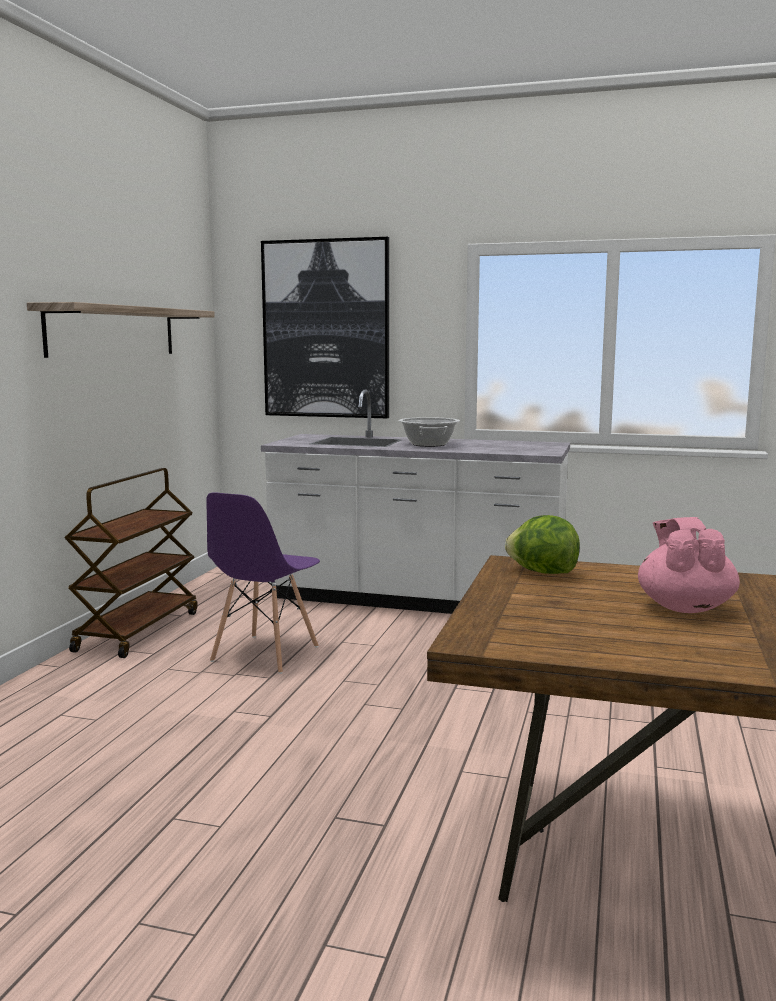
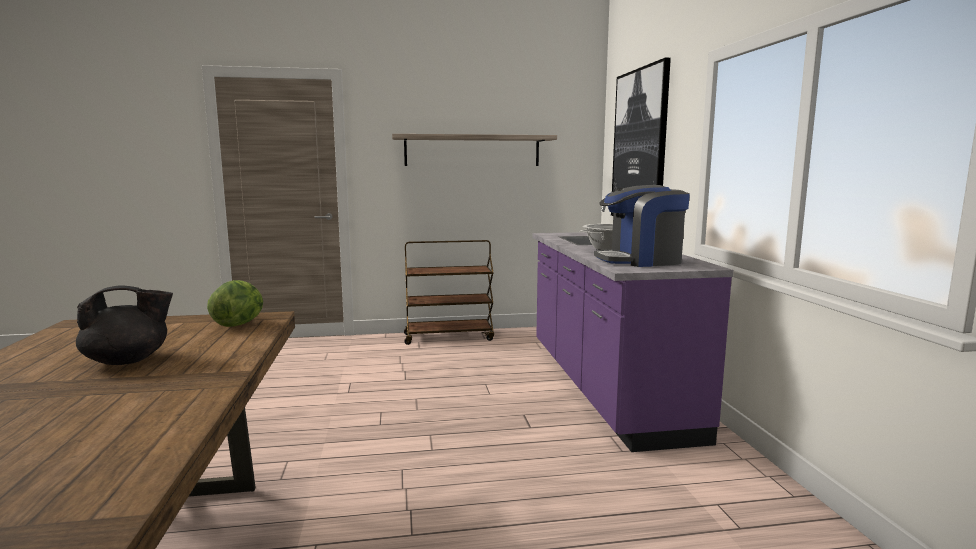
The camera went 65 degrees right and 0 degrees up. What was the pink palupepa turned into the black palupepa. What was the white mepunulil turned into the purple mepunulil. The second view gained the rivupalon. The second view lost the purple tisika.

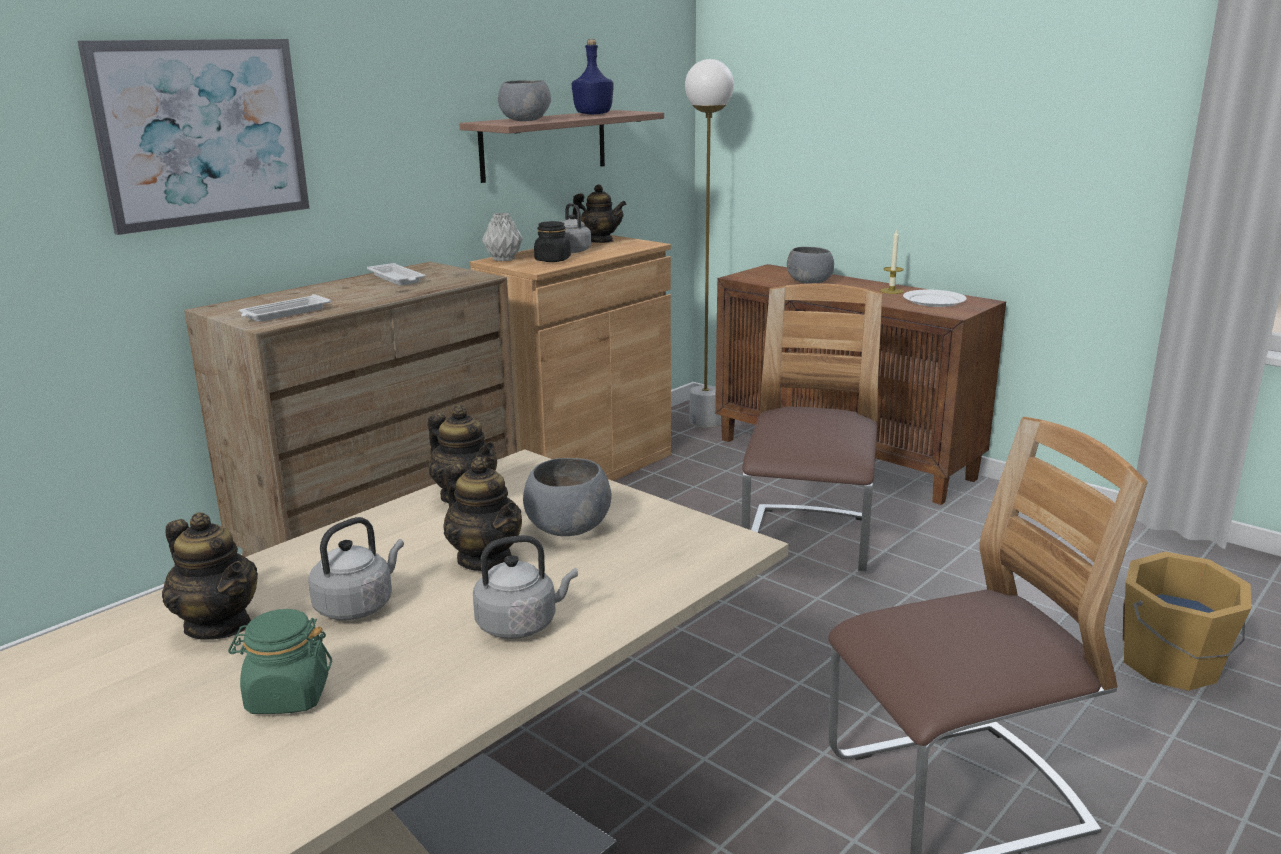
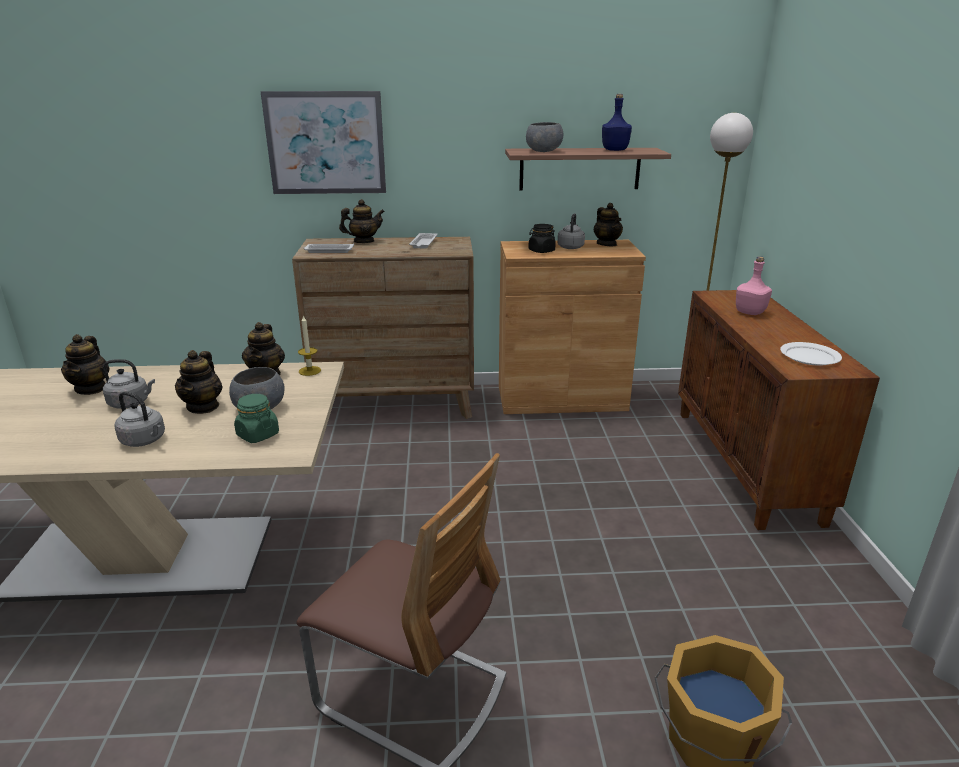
The camera went 45 degrees right and 5 degrees up. The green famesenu ended up elsewhere. The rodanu ended up elsewhere. The second view gained the palupepa (no. 4 from left). Where the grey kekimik (no. 3 from left) stood, the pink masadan came to stand. The second view lost the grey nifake. The second view lost the tisika (no. 1 from left).

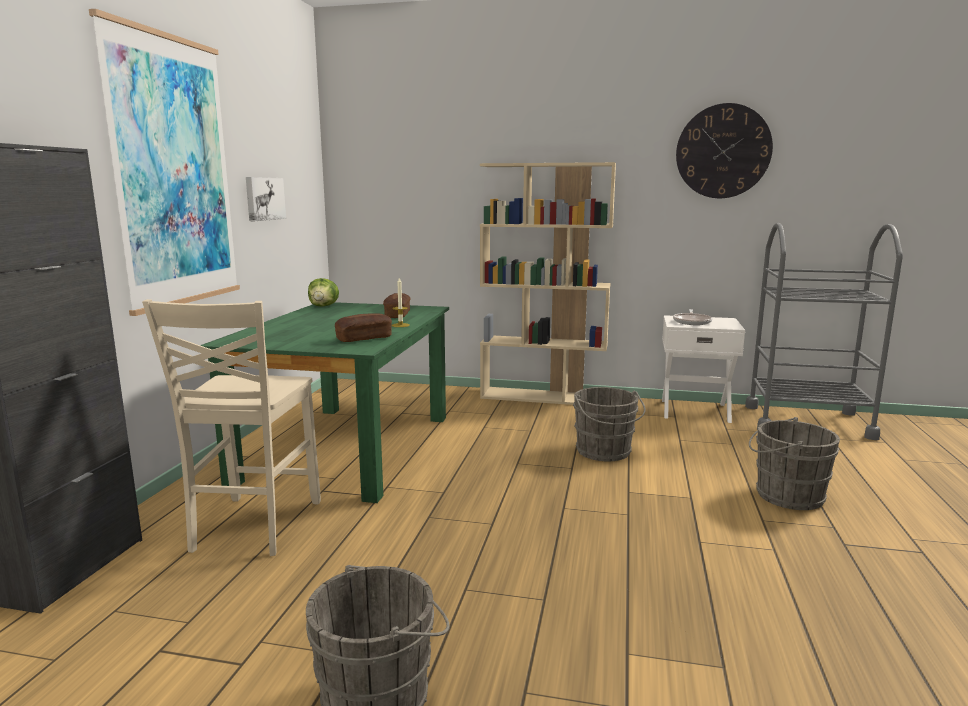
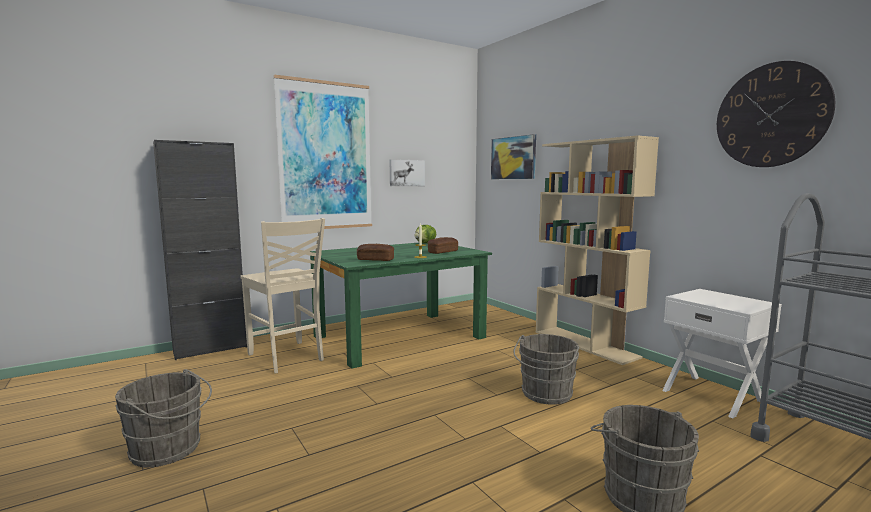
The camera went 45 degrees right and 5 degrees down. The beige tisika ended up facing another way, 90 degrees counterclockwise from before. The second view gained the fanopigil (no. 3 from left). The second view lost the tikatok.

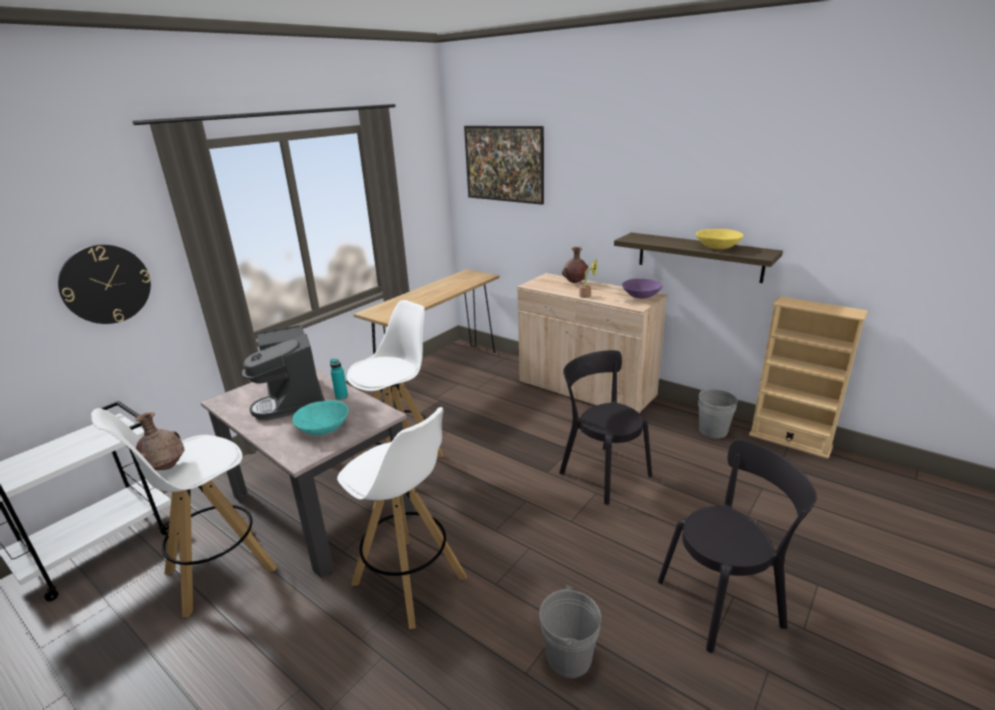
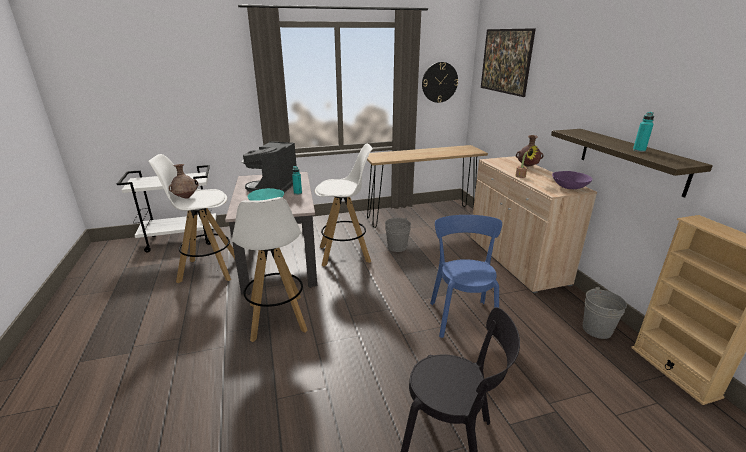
The camera went 35 degrees right and 0 degrees up. The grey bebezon (no. 1 from left) ended up elsewhere. The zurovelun ended up elsewhere. What was the black tisika (no. 1 from left) turned into the blue tisika. Where the yellow kekimik stood, the turquoise masadan (no. 2 from left) came to stand.

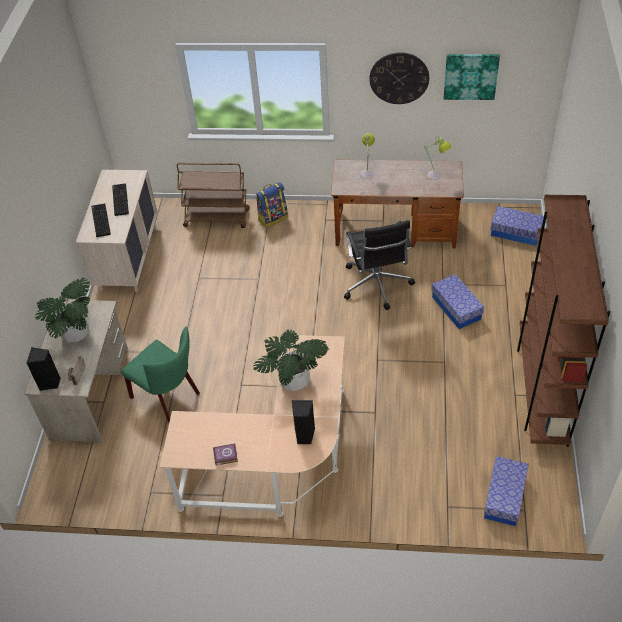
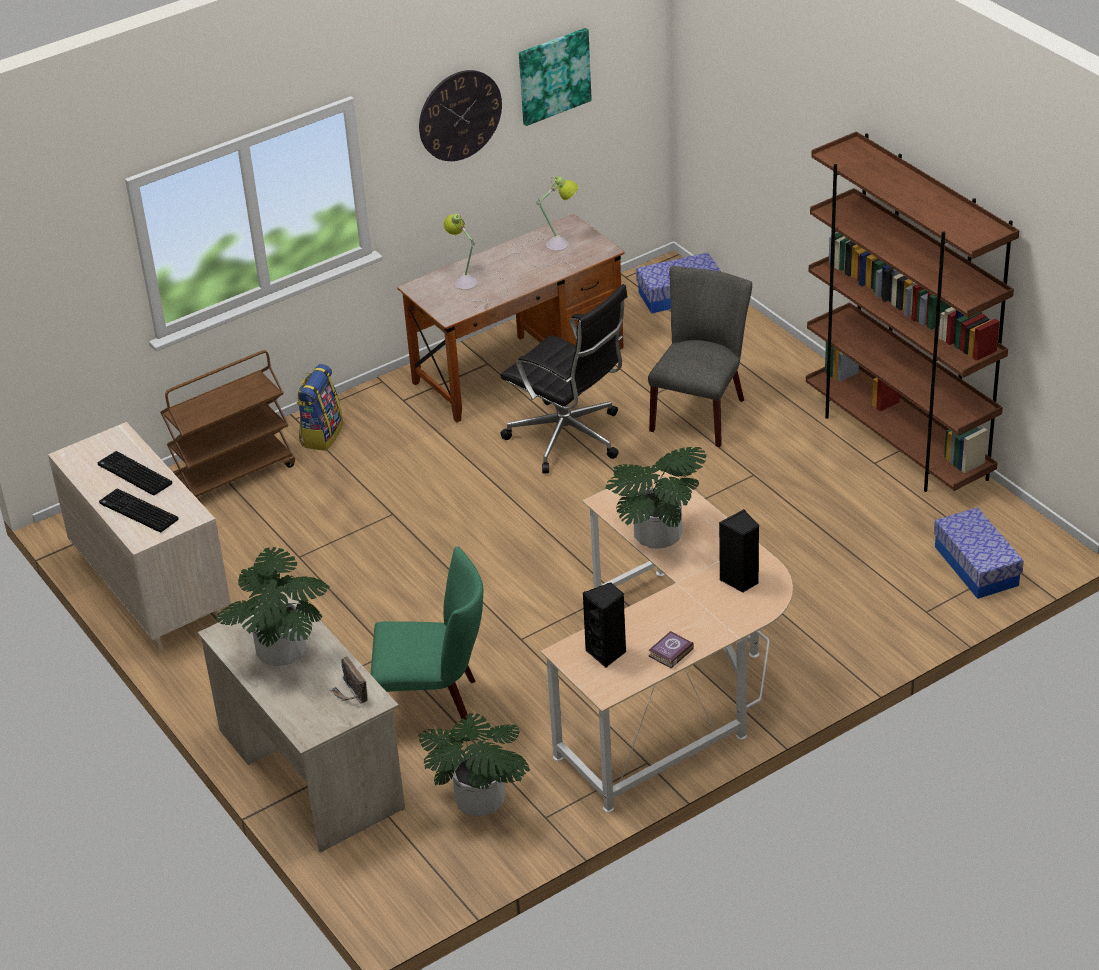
The camera went 40 degrees left and 10 degrees down. The second view gained the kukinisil (no. 2 from left). The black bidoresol (no. 1 from left) ended up elsewhere. Where the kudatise (no. 1 from left) stood, the grey tisika came to stand.

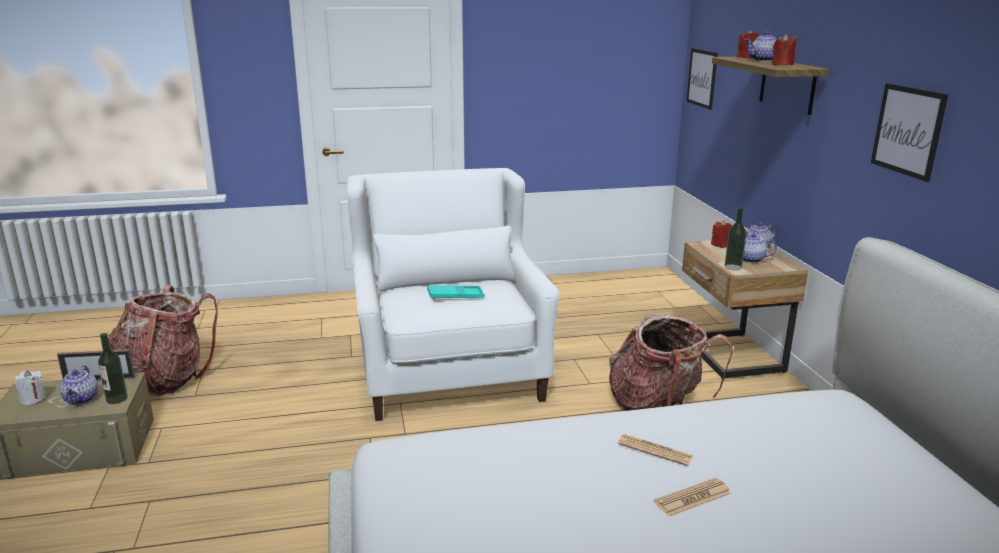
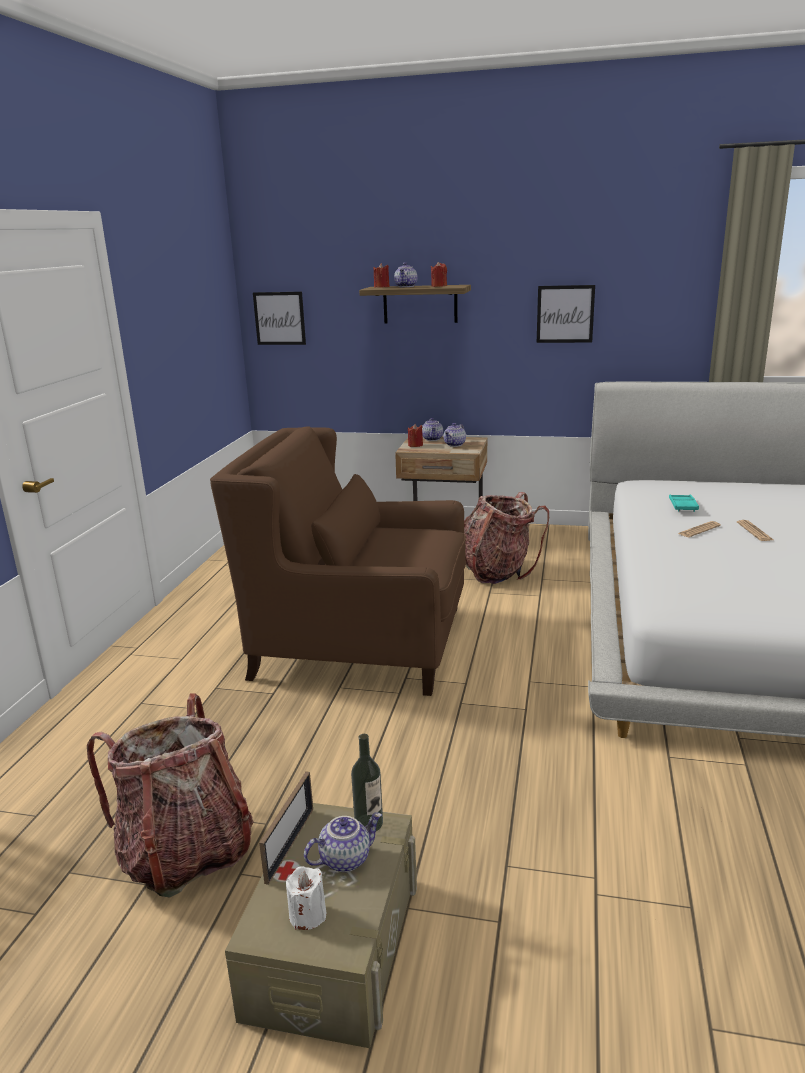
The camera went 65 degrees left and 0 degrees up. What was the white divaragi turned into the brown divaragi. The palupepa (no. 1 from left) ended up facing another way, 45 degrees counterclockwise from before. The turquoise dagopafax ended up elsewhere. The second view lost the masadan (no. 2 from left).

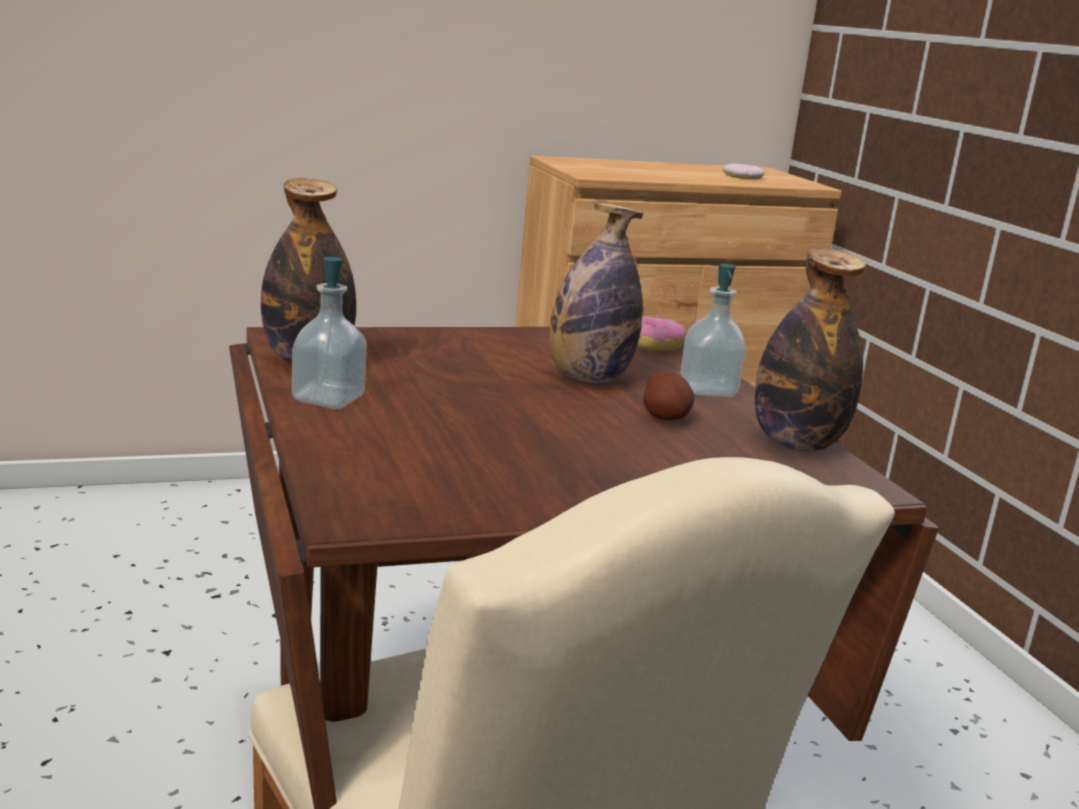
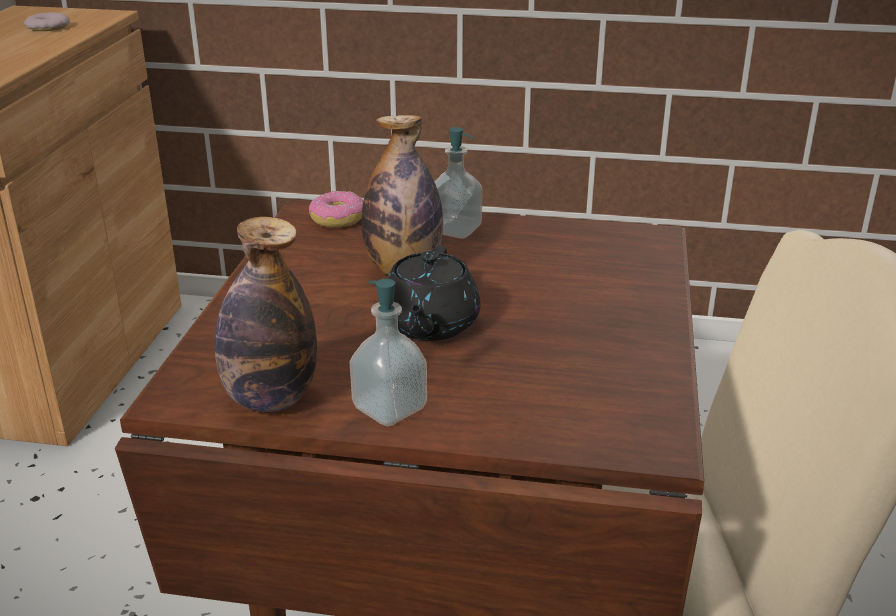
The camera went 60 degrees left and 10 degrees up. The second view gained the black palupepa. The second view lost the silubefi. The second view lost the masadan (no. 3 from left).

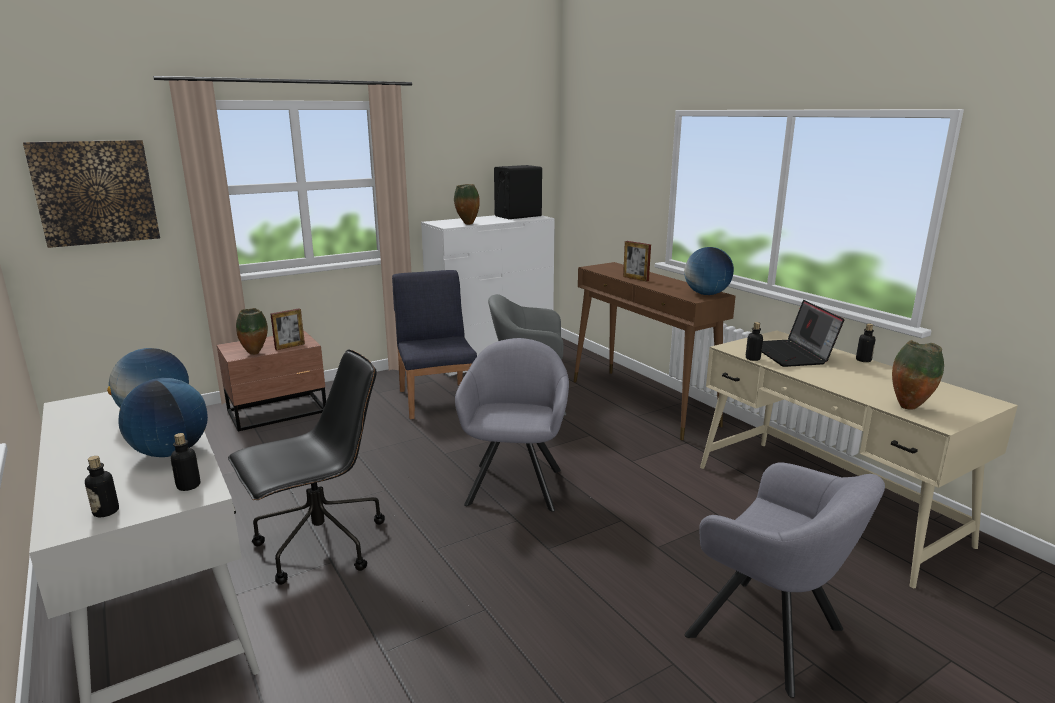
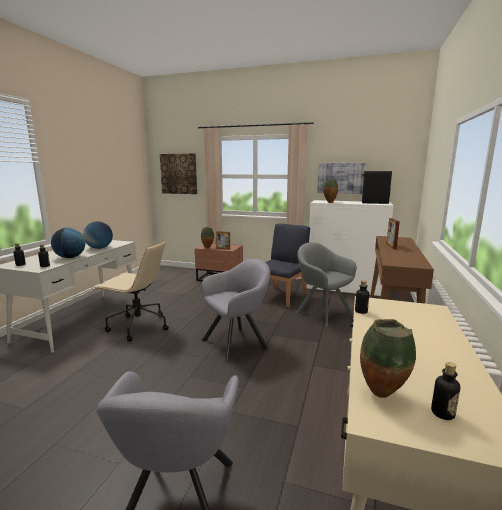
The camera went 50 degrees right and 5 degrees down. What was the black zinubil turned into the beige zinubil. The second view gained the fanopigil (no. 2 from left). The masadan (no. 4 from left) ended up elsewhere. The second view lost the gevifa (no. 3 from left). The second view lost the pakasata.

